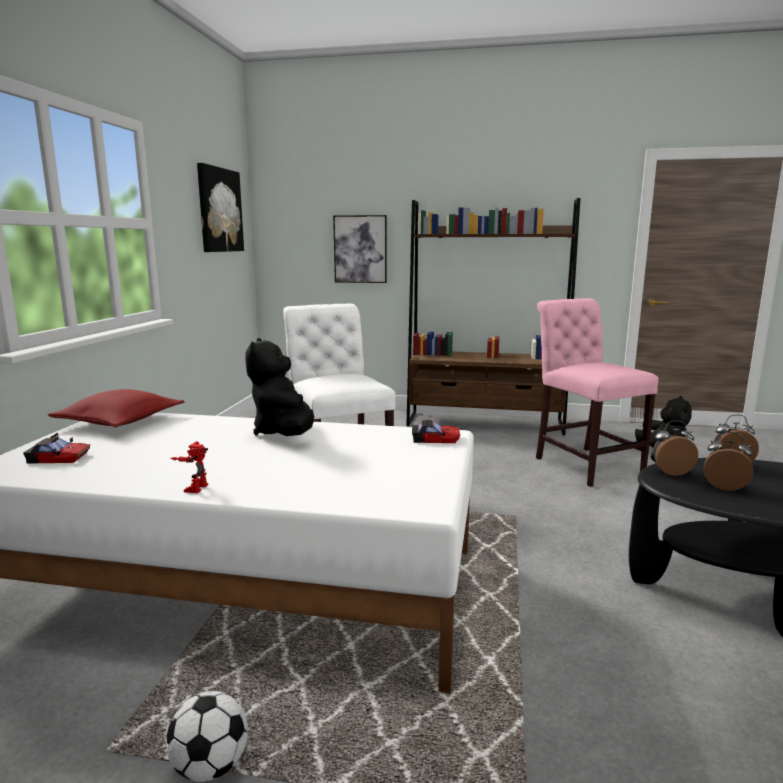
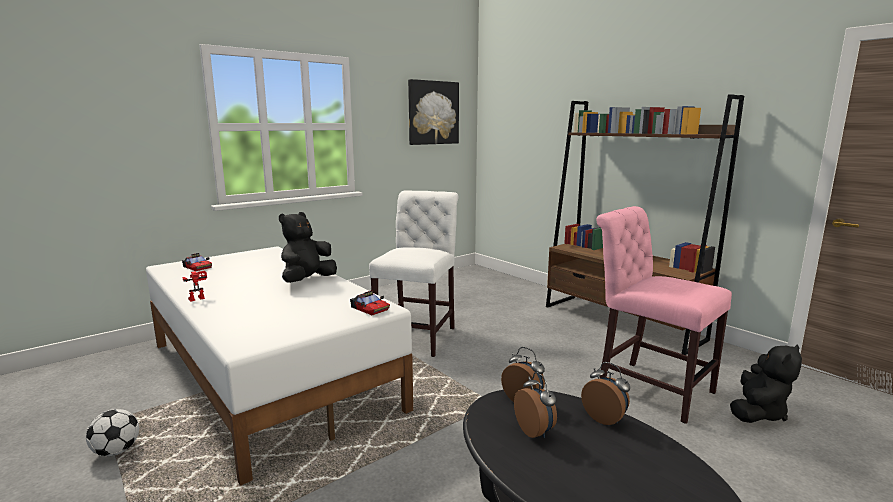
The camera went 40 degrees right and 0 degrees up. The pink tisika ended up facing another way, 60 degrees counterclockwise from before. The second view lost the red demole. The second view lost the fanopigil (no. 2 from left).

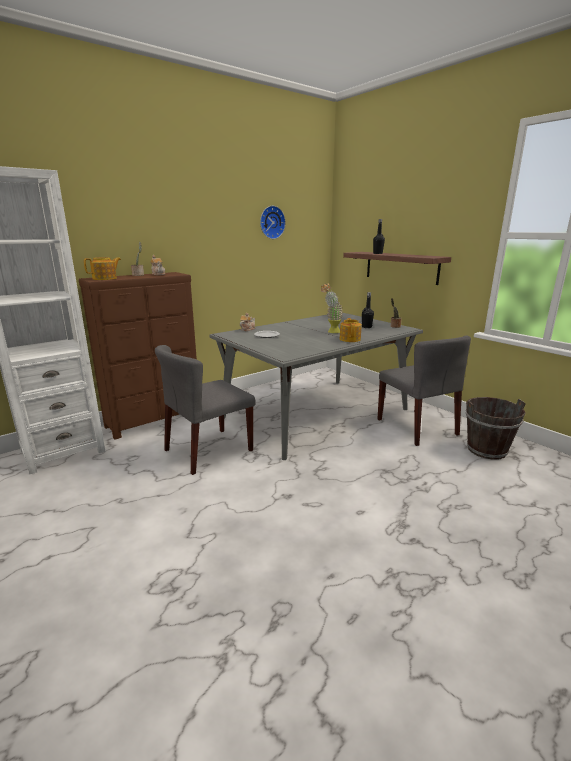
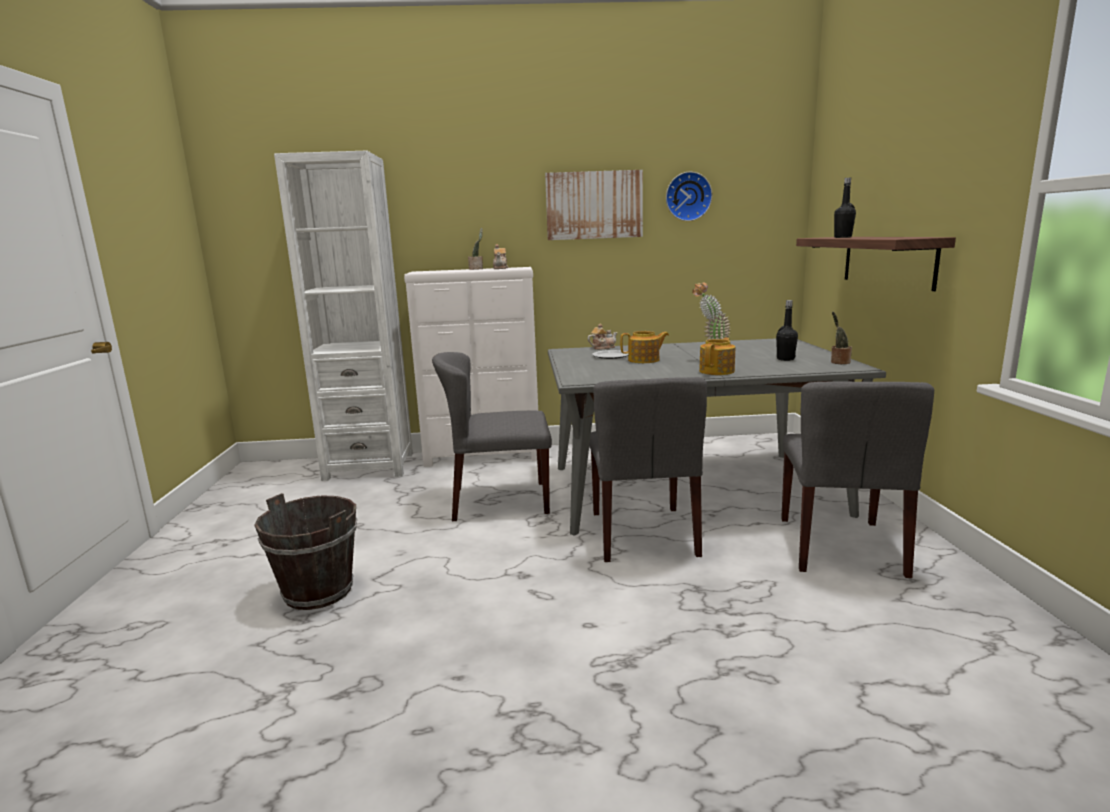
The camera went 35 degrees right and 5 degrees down. The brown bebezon ended up elsewhere. What was the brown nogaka turned into the white nogaka. The second view gained the fanopigil. The second view gained the grey tisika (no. 2 from left). The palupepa (no. 1 from left in the first image) ended up elsewhere.

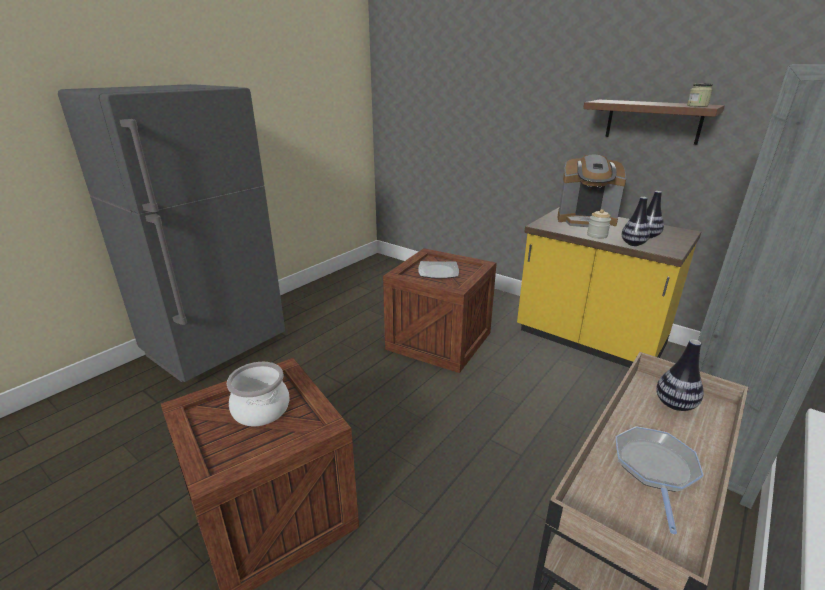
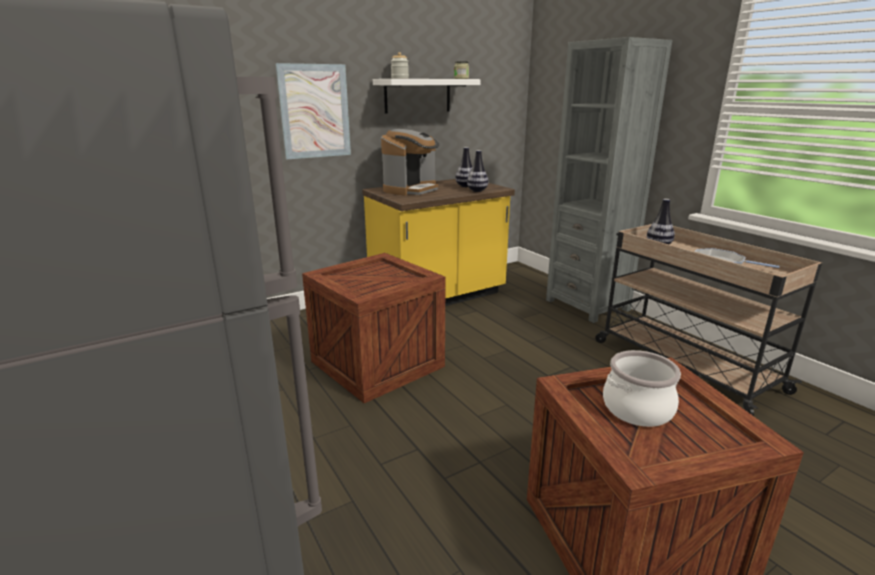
The camera went 70 degrees left and 5 degrees down. The second view gained the fanopigil. What was the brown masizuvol turned into the white masizuvol. The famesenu (no. 1 from left) ended up elsewhere. The second view lost the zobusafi.

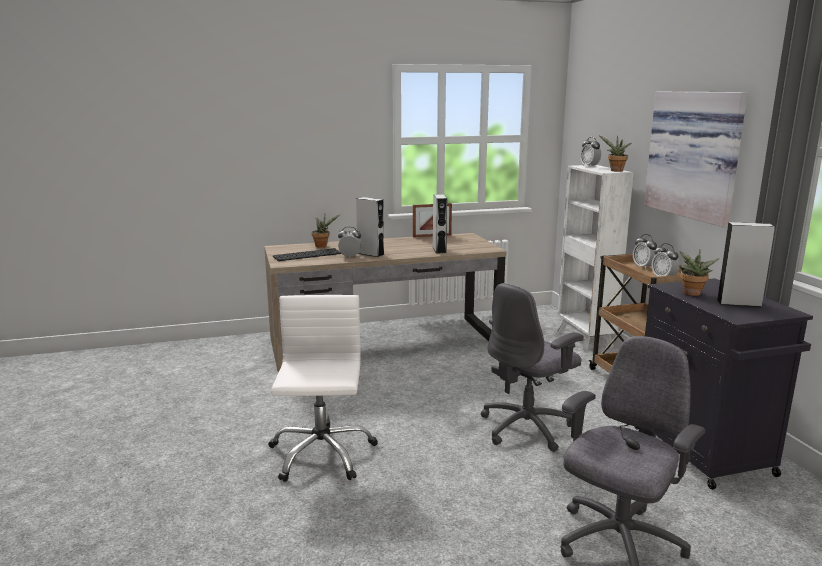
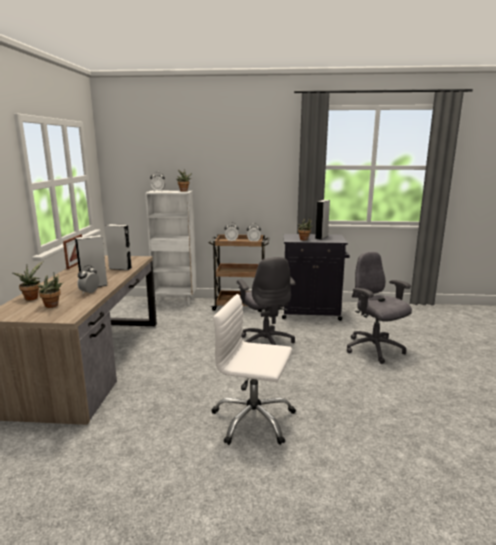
The camera went 70 degrees left and 0 degrees up. Where the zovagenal stood, the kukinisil (no. 2 from left) came to stand. The second view lost the fanopigil.

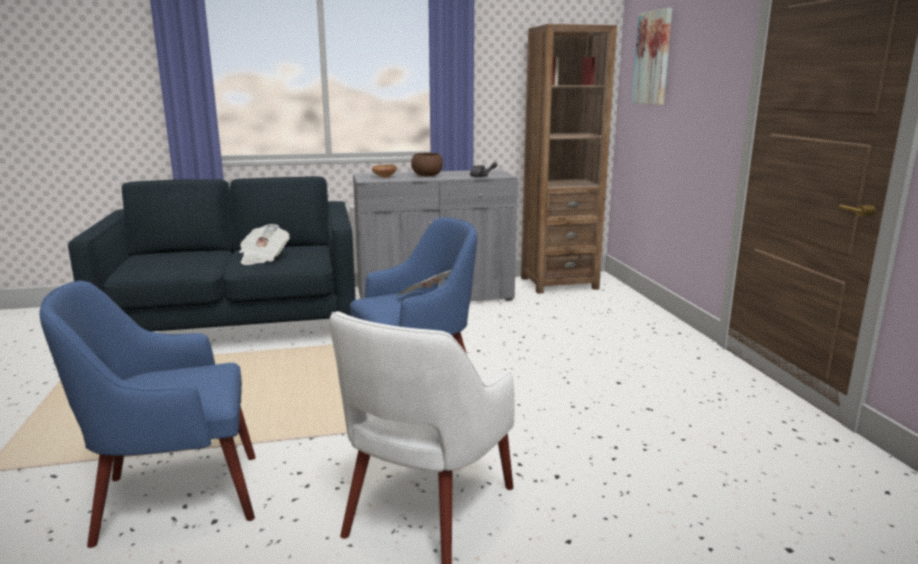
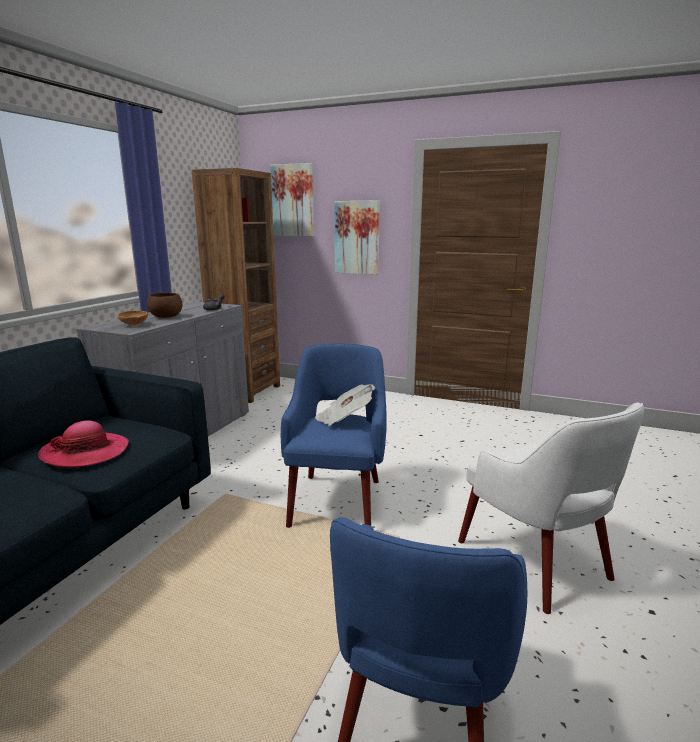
The camera went 55 degrees left and 0 degrees up. Where the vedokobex (no. 1 from left) stood, the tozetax came to stand. The second view gained the fanopigil (no. 2 from left).

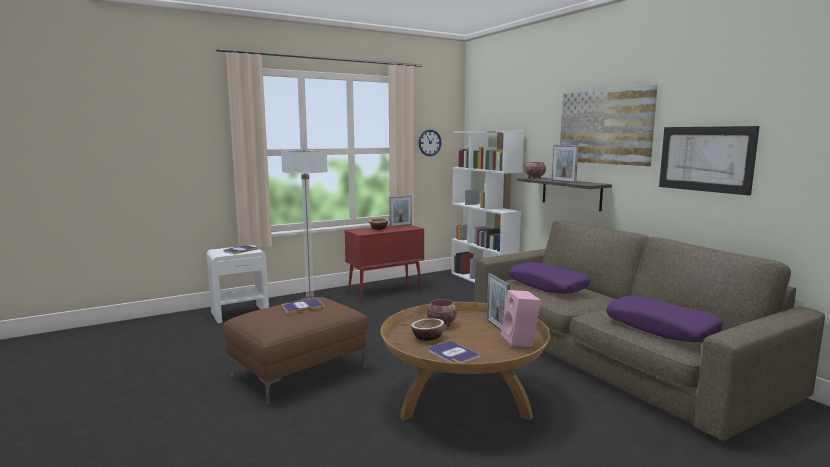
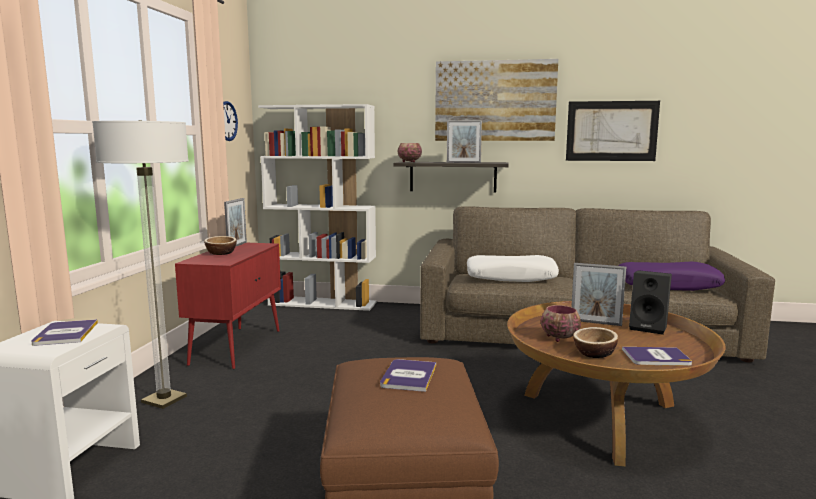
The camera went 50 degrees left and 0 degrees up. What was the purple demole (no. 1 from left) turned into the white demole. What was the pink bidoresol turned into the black bidoresol.

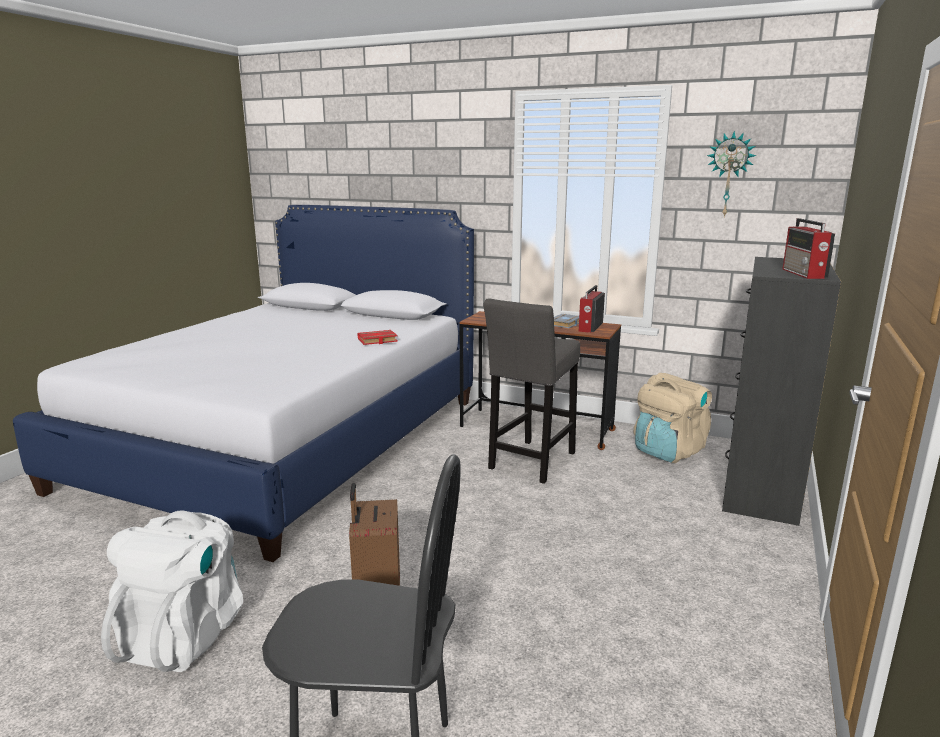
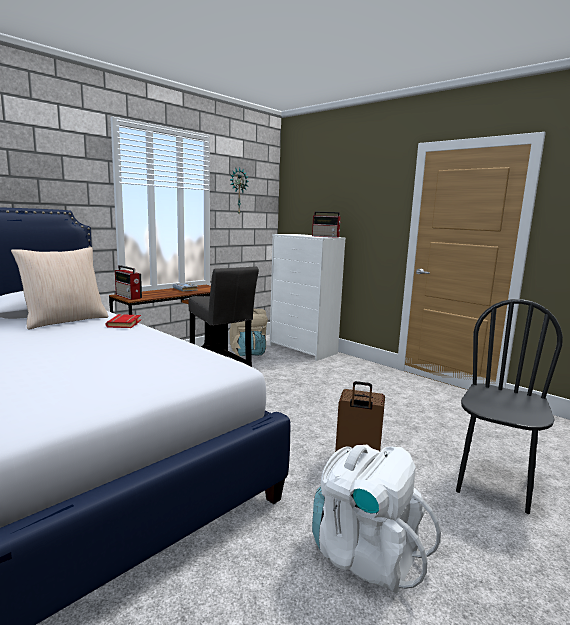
The camera went 70 degrees left and 5 degrees down. The second view gained the beige demole. The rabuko (no. 1 from left) ended up elsewhere. What was the black nogaka turned into the white nogaka.

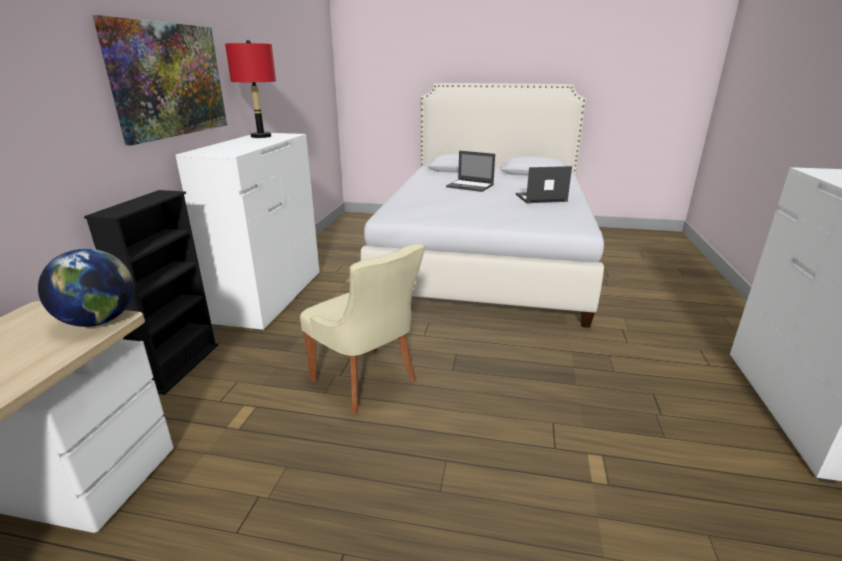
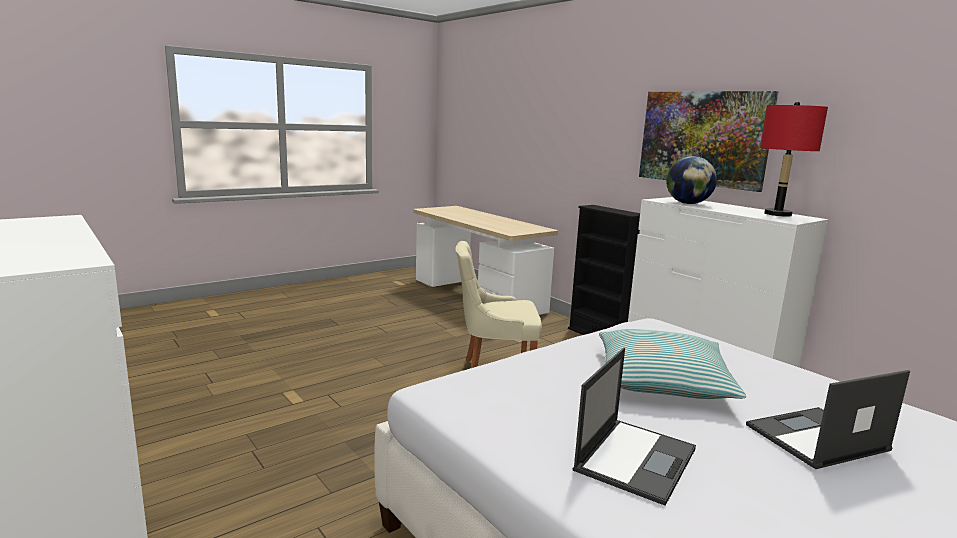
The camera went 130 degrees right and 10 degrees down. The second view gained the demole. The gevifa ended up elsewhere.

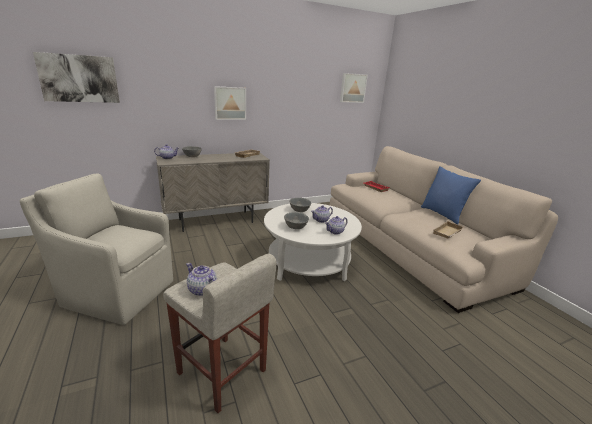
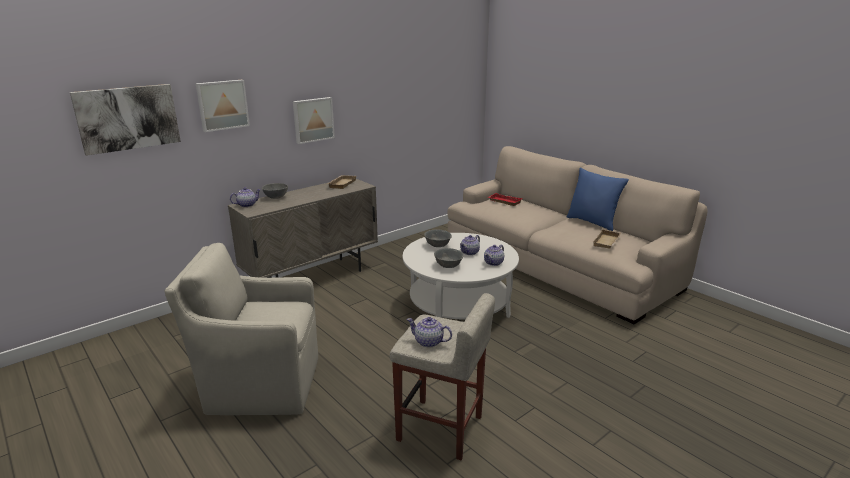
The camera went 15 degrees left and 0 degrees up. The fanopigil (no. 3 from left in the first image) ended up elsewhere.

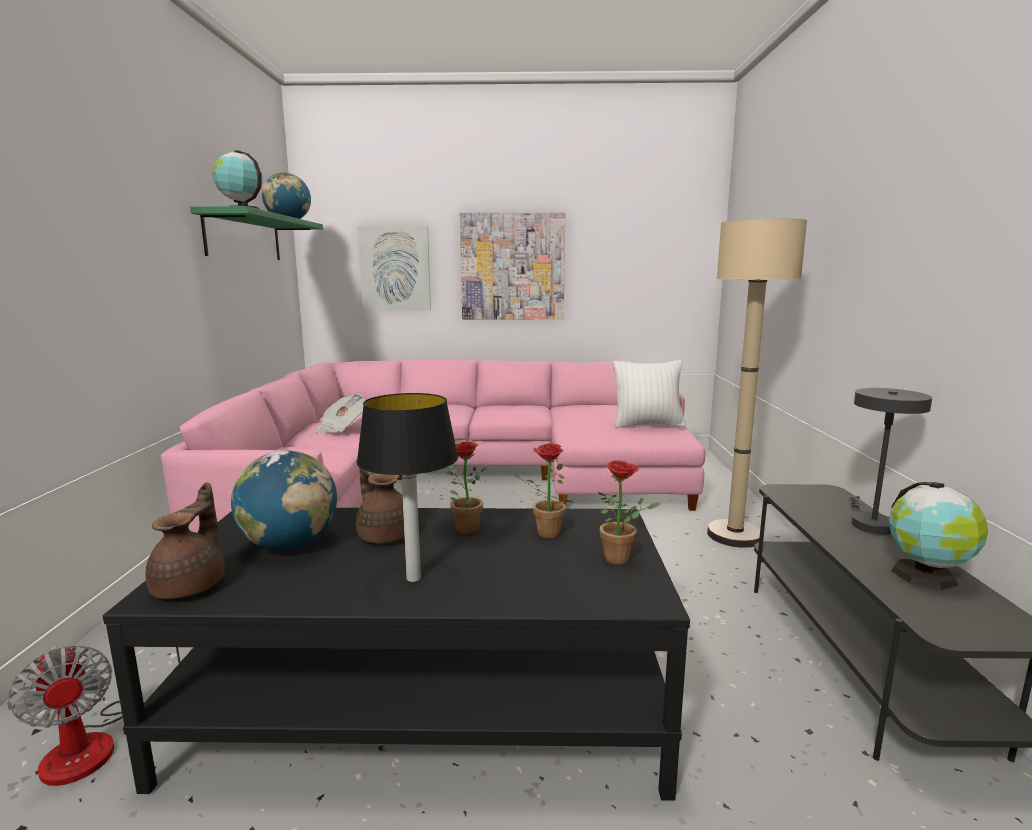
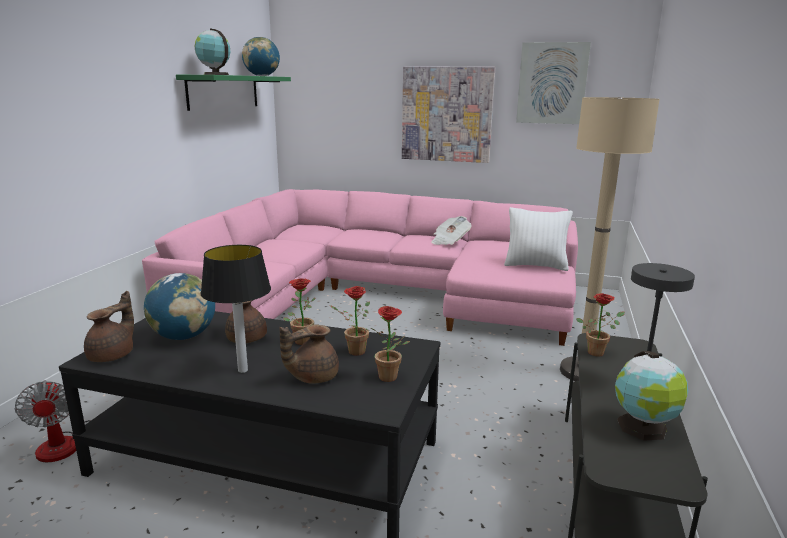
The camera went 15 degrees right and 5 degrees up. The second view gained the brown palupepa (no. 3 from left). The vedokobex ended up elsewhere. The fanopigil (no. 1 from left in the first image) ended up elsewhere. The second view gained the kukinisil (no. 4 from left).

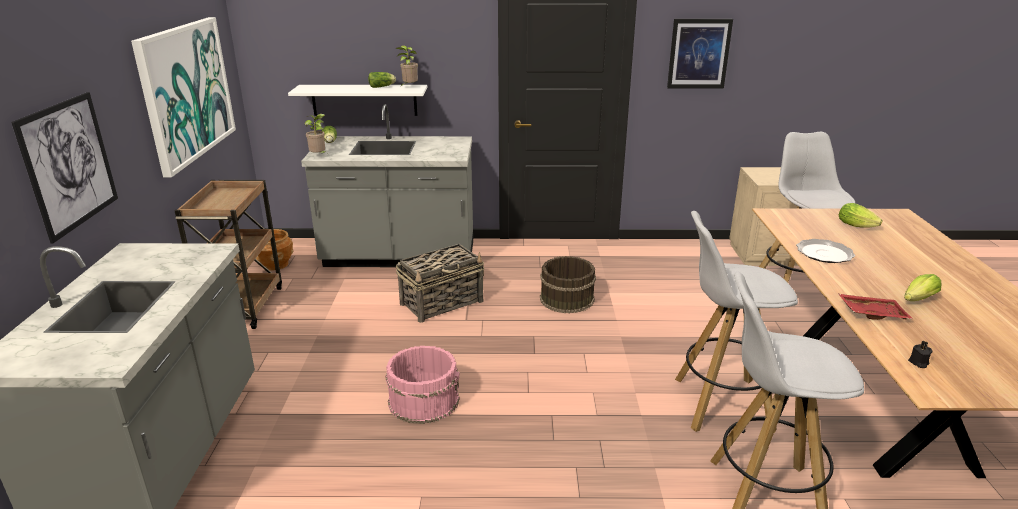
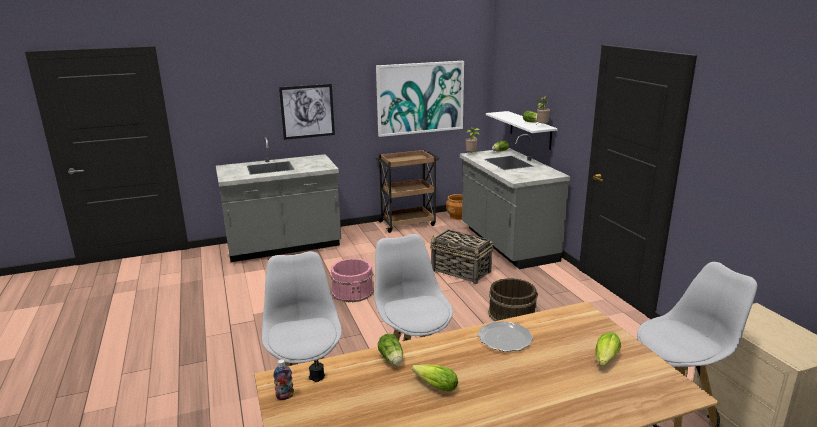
The camera went 70 degrees right and 5 degrees down. The second view gained the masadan. Where the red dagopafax stood, the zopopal (no. 1 from left) came to stand. The second view lost the fanopigil (no. 3 from left).

